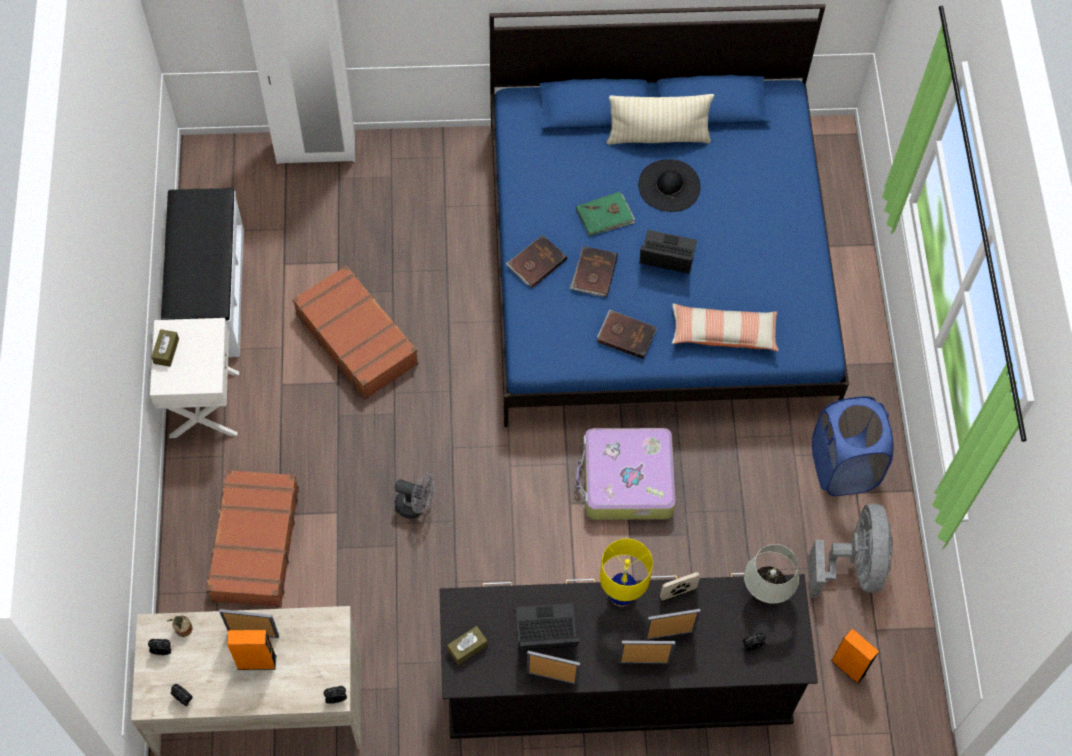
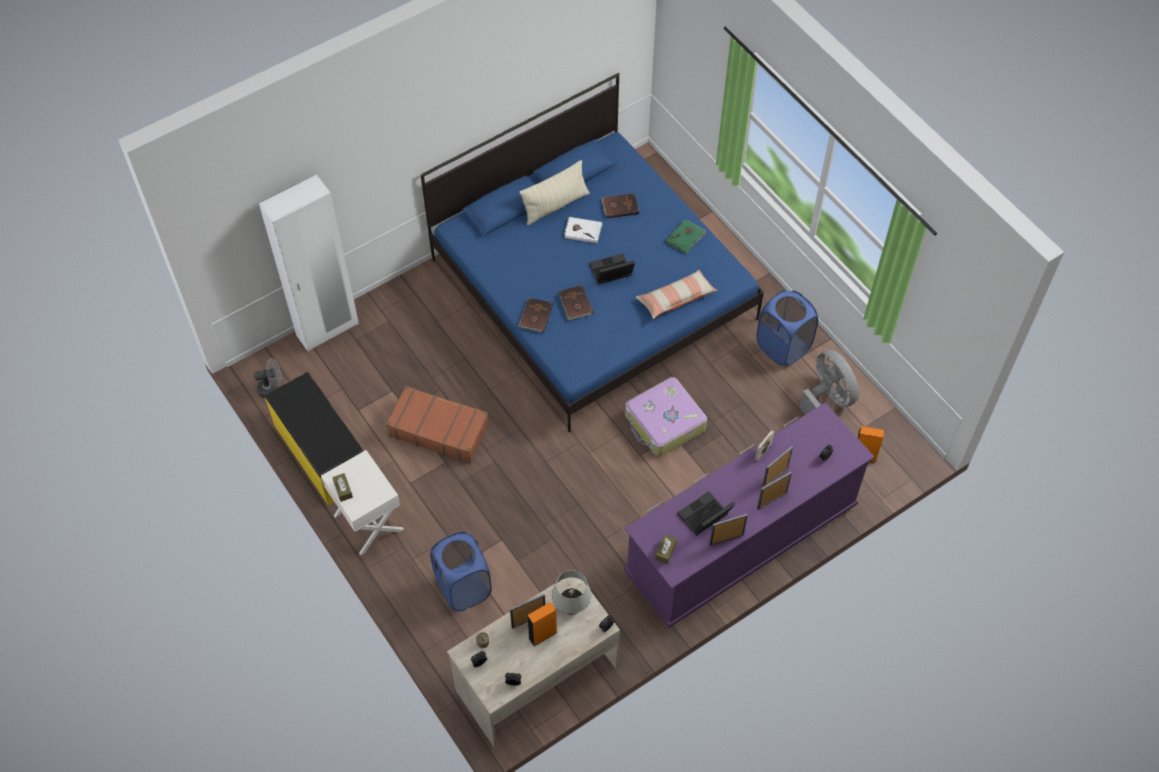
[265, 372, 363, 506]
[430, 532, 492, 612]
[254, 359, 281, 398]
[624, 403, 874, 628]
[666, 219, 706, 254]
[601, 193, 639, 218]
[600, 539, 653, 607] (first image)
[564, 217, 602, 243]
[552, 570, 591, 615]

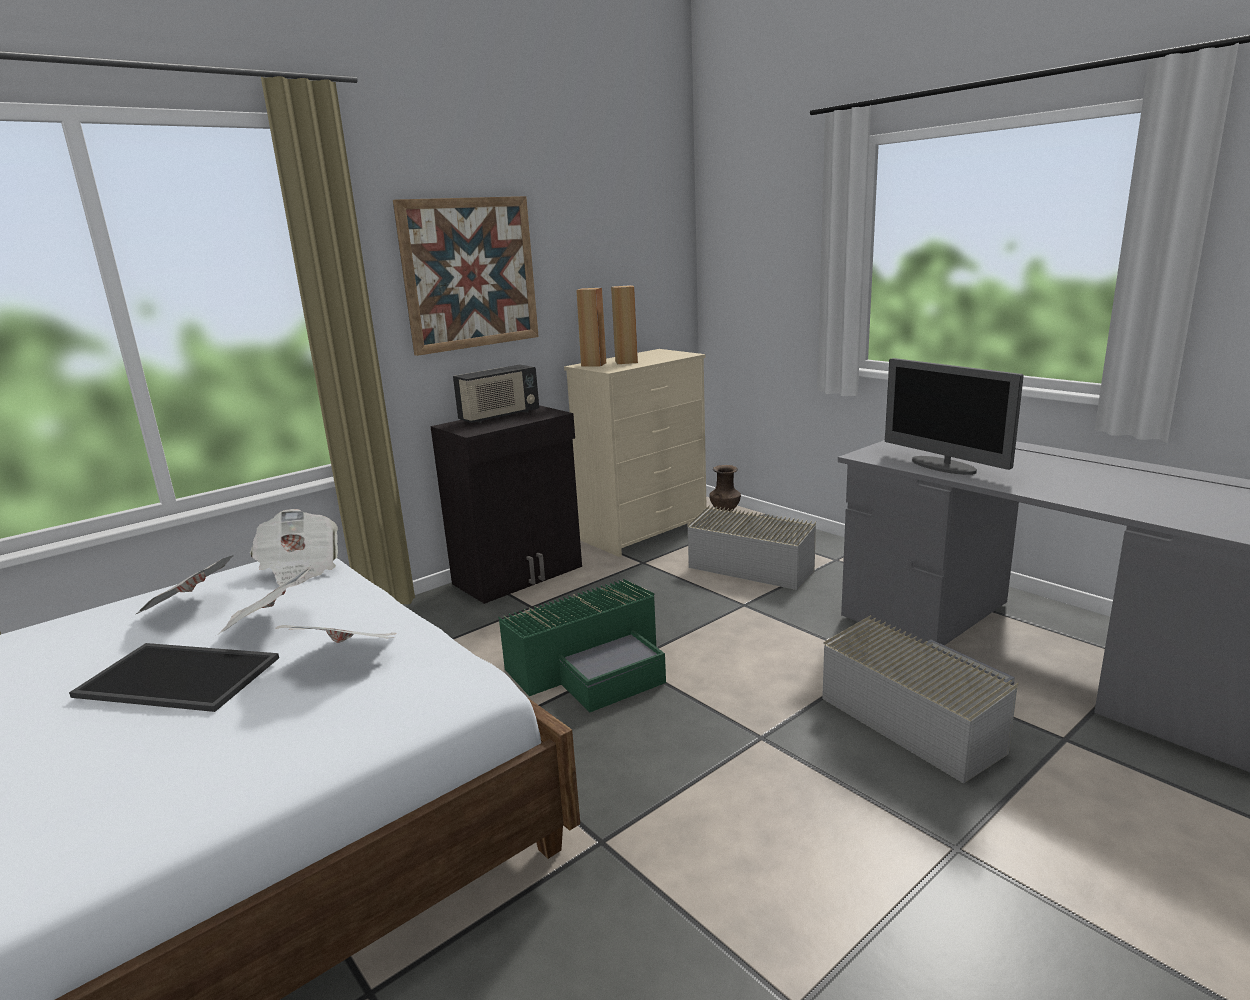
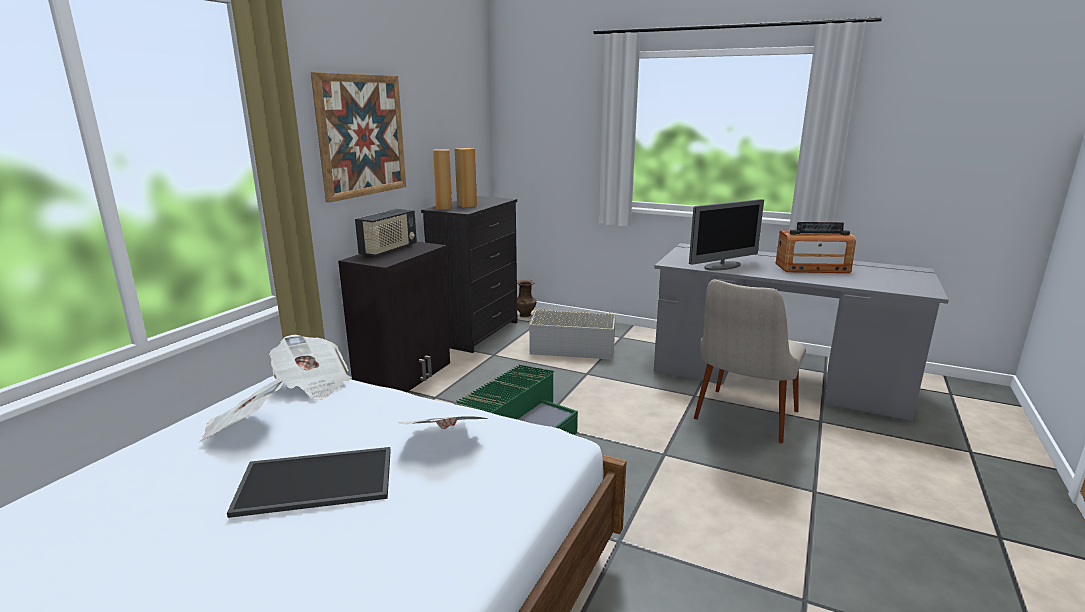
[217, 565, 311, 635] (first image)
[421, 196, 517, 353]
[694, 280, 806, 443]
[689, 199, 764, 270]
[776, 222, 856, 273]

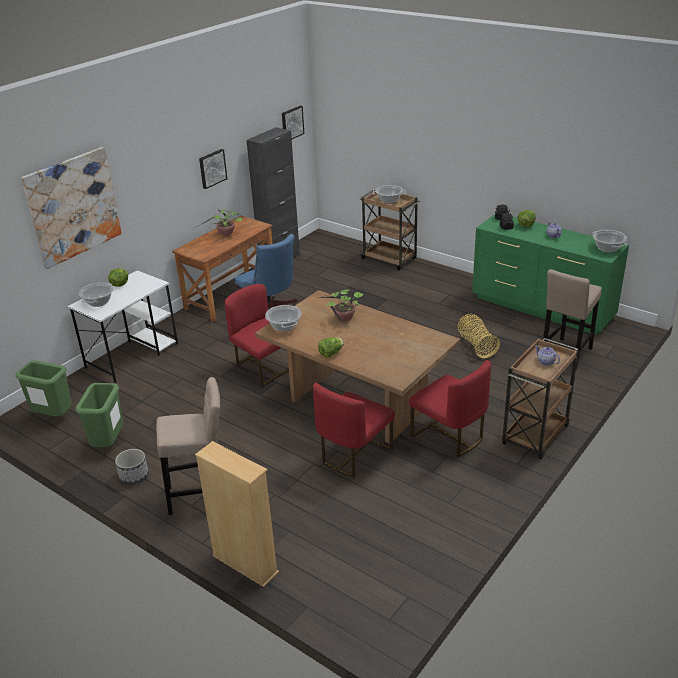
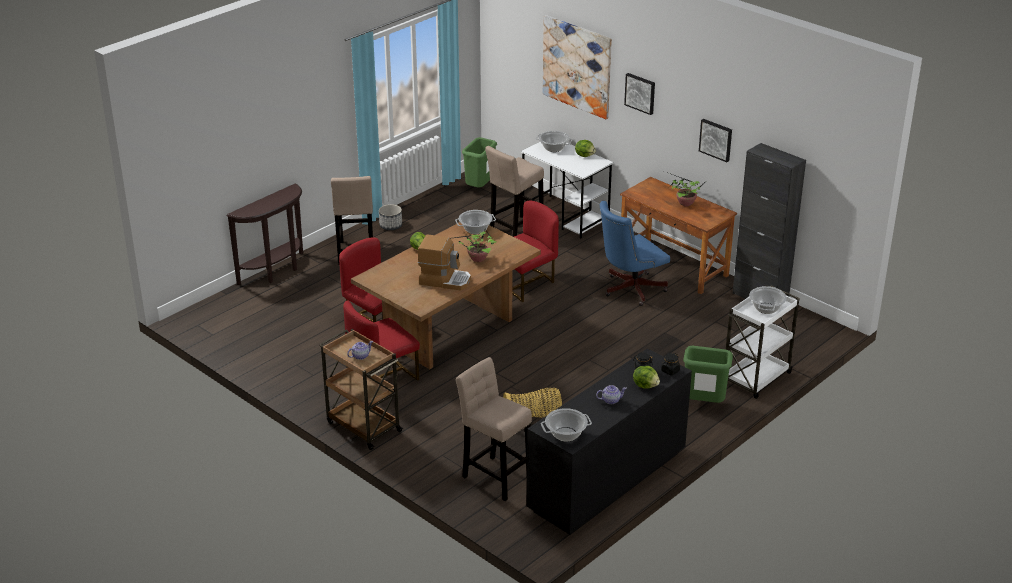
[683, 346, 733, 403]
[227, 183, 303, 285]
[624, 73, 655, 115]
[726, 285, 800, 399]
[527, 349, 692, 535]
[418, 235, 471, 291]
[485, 146, 544, 237]

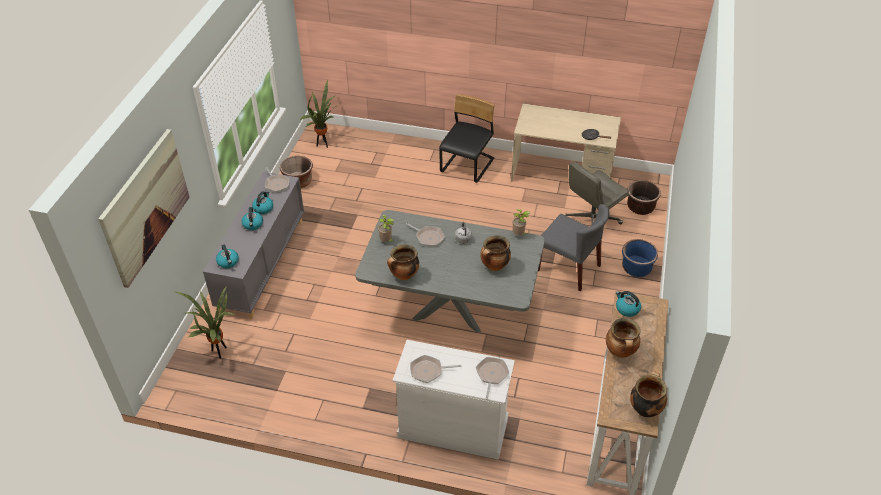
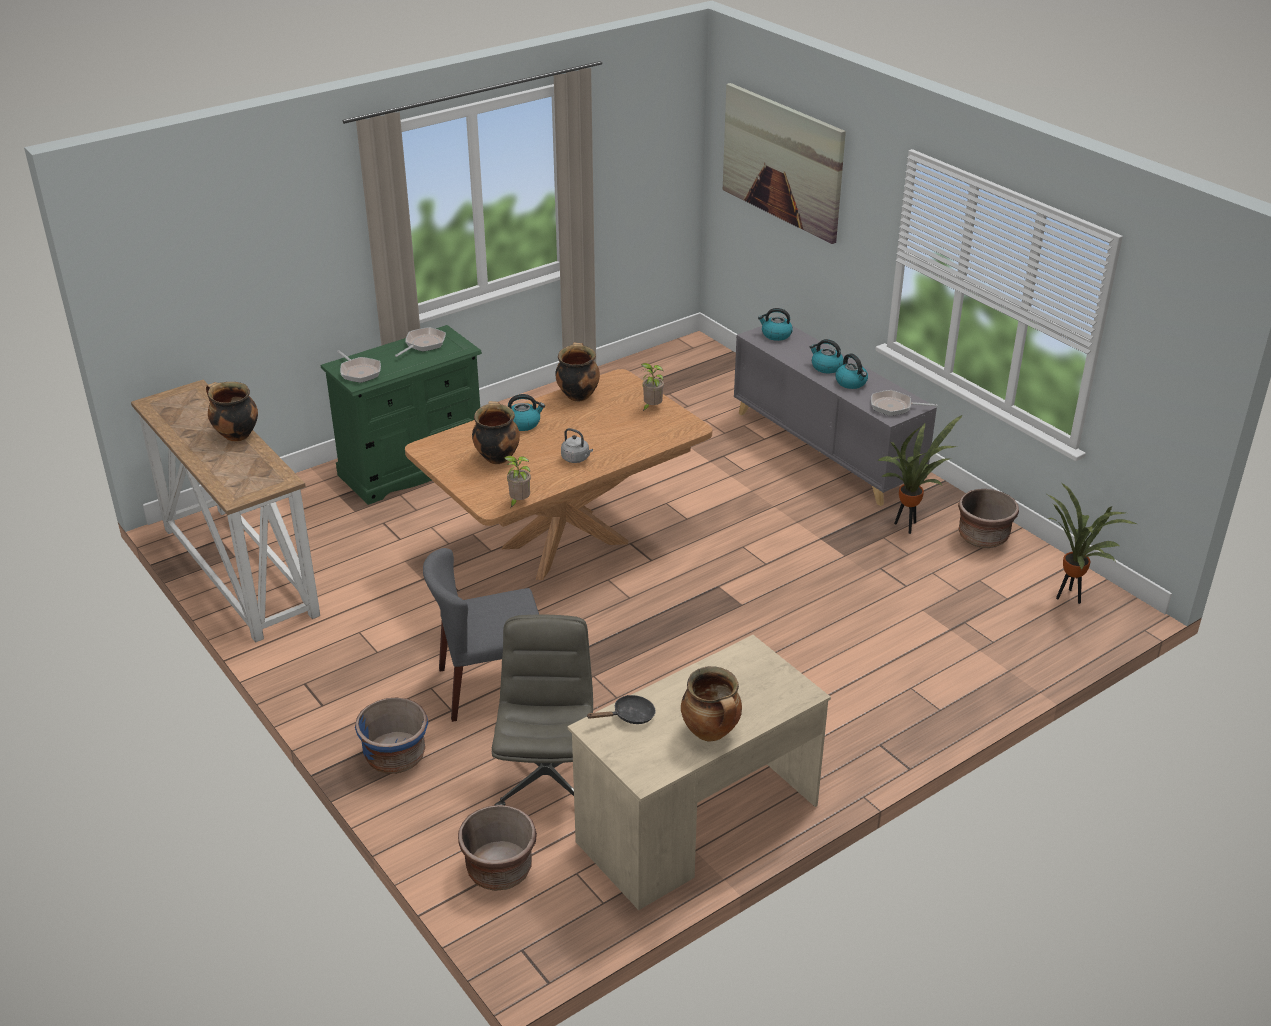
[877, 415, 962, 534]
[405, 369, 712, 580]
[321, 325, 482, 505]
[406, 223, 445, 247] (first image)
[439, 94, 495, 183] (first image)
[508, 394, 545, 431]
[681, 666, 742, 742]

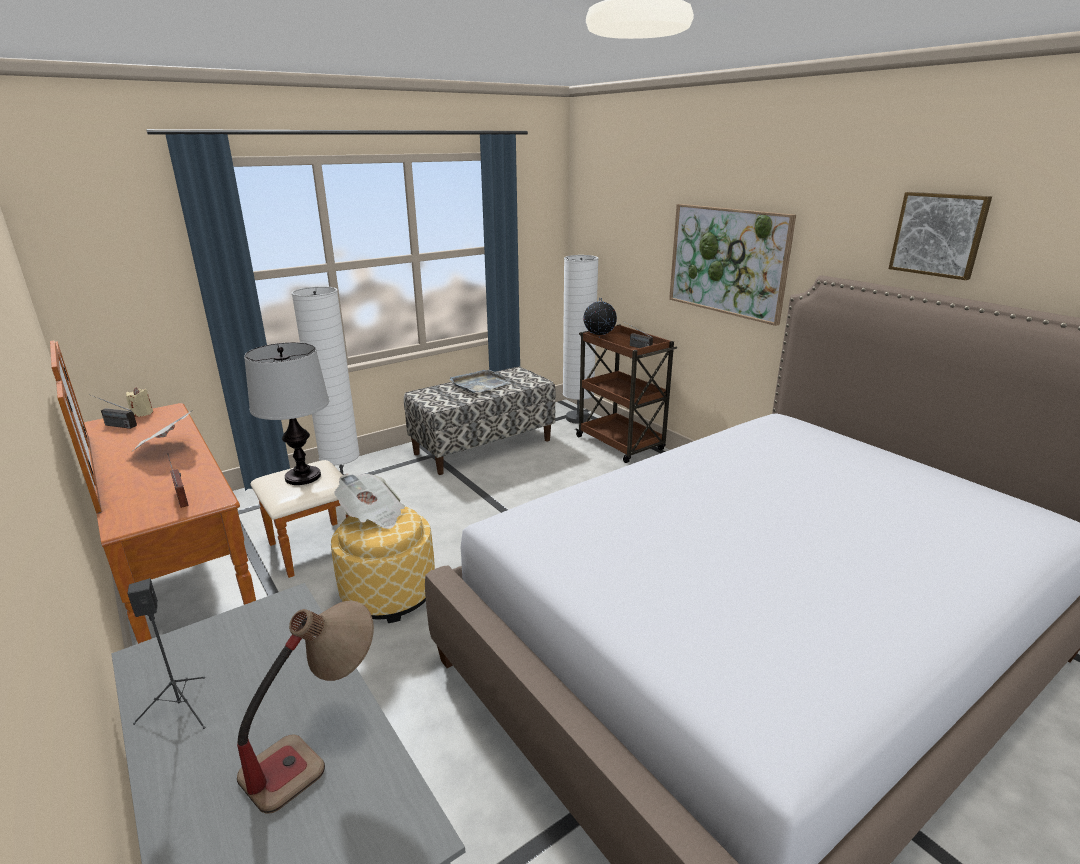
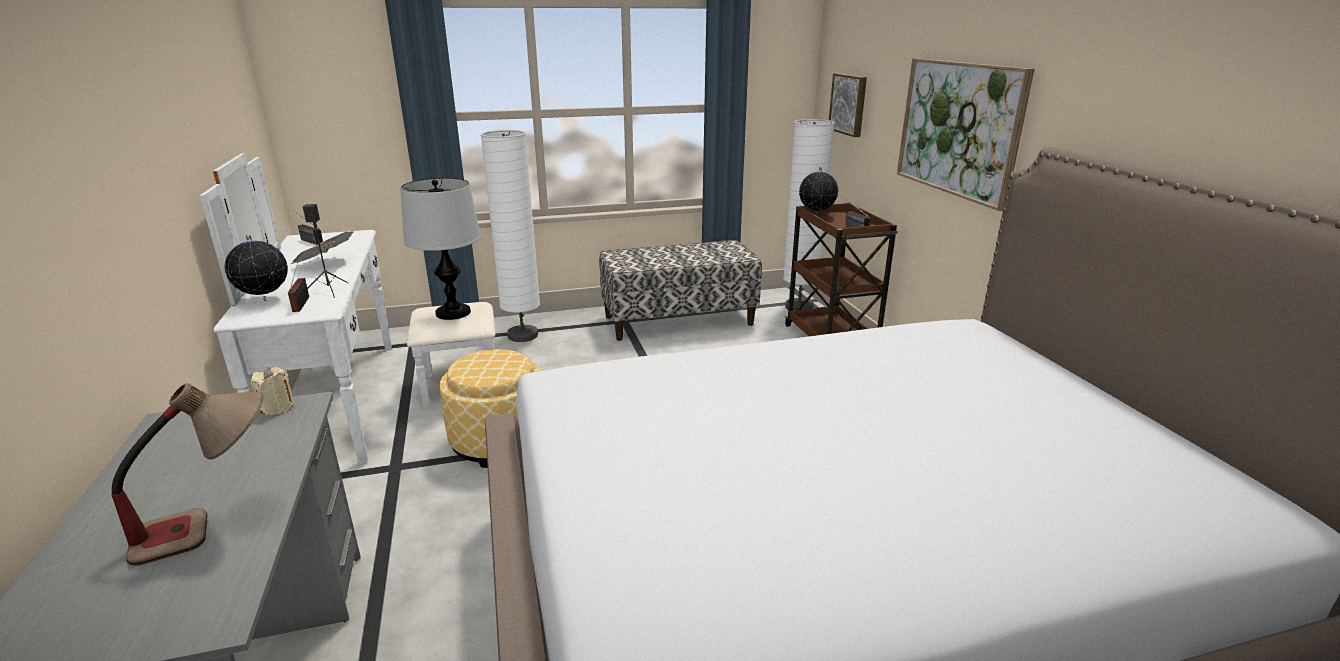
[200, 153, 495, 464]
[251, 367, 294, 415]
[303, 204, 348, 298]
[334, 474, 405, 529] (first image)
[449, 370, 510, 393] (first image)
[829, 73, 867, 137]
[225, 235, 288, 301]

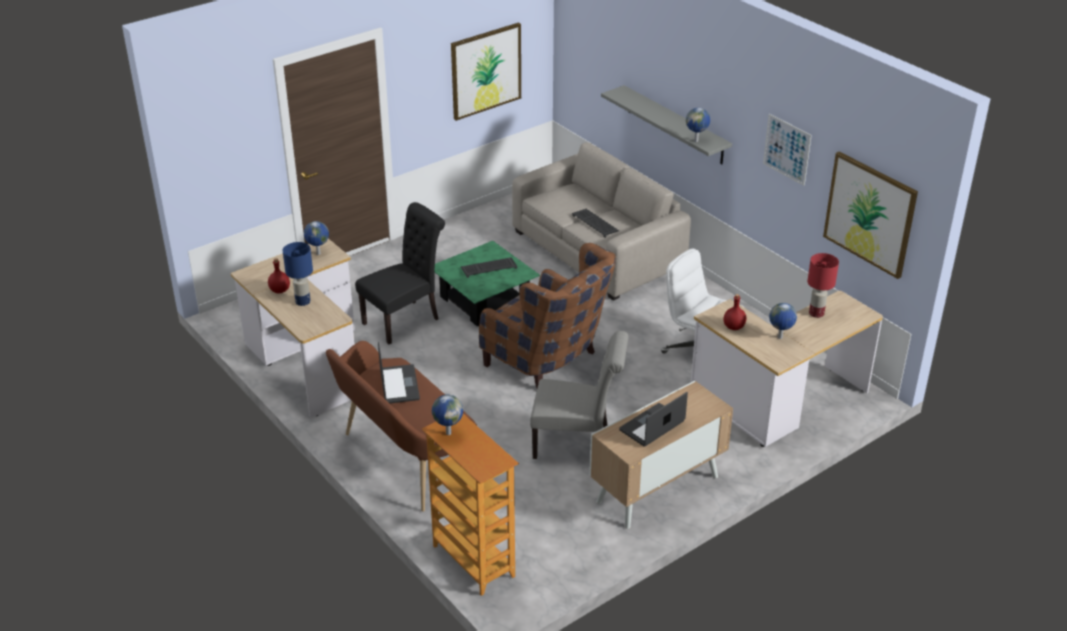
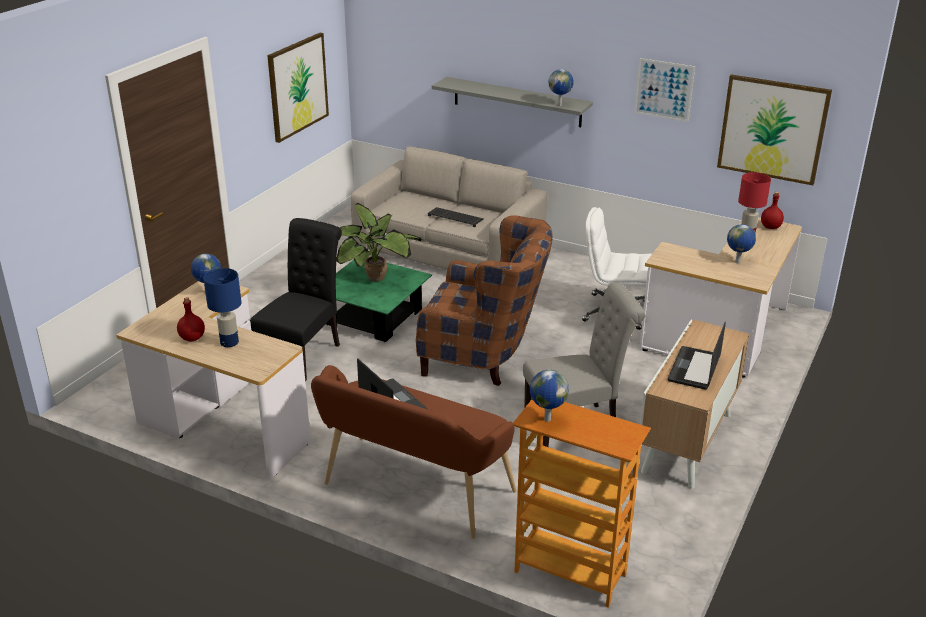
[336, 203, 421, 282]
[761, 192, 784, 229]

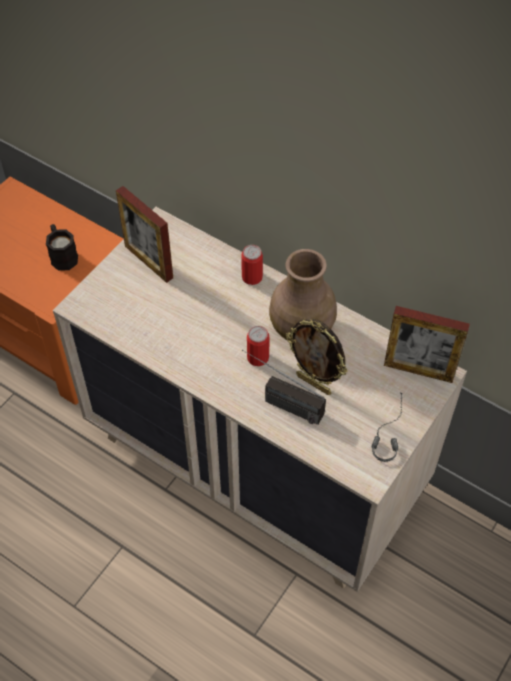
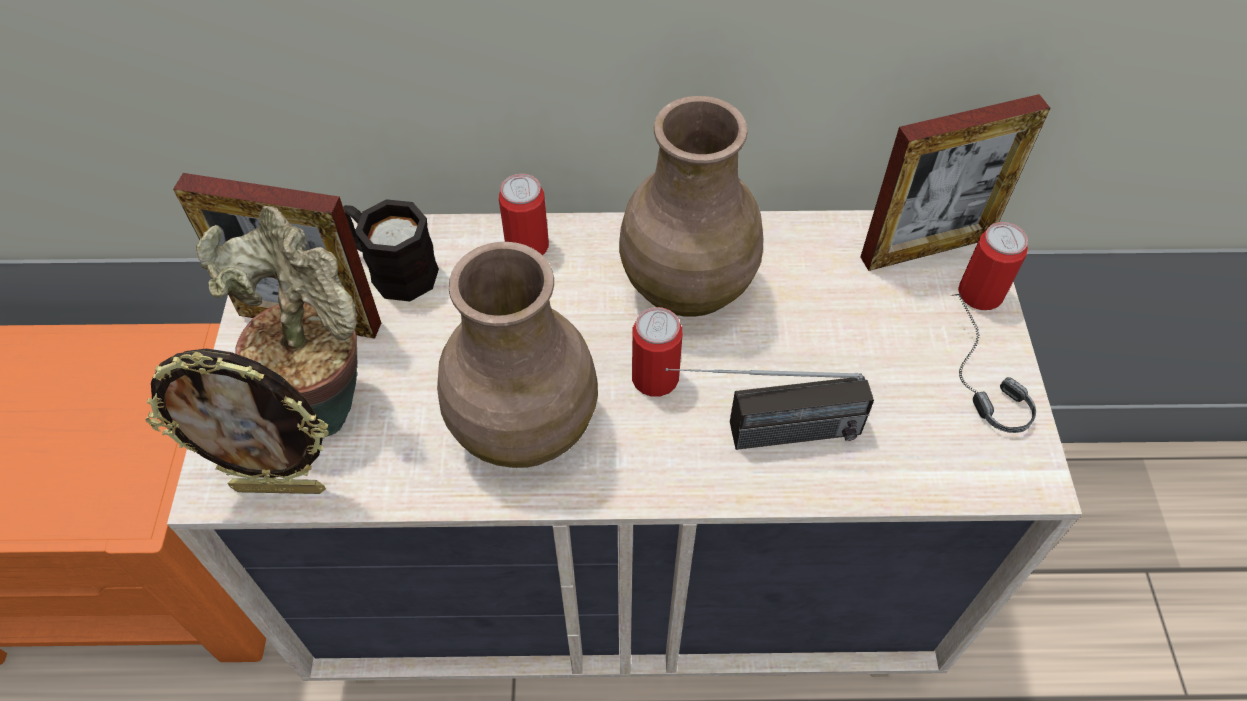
[343, 199, 439, 301]
[146, 349, 329, 494]
[196, 206, 357, 437]
[437, 242, 598, 468]
[958, 222, 1028, 310]

